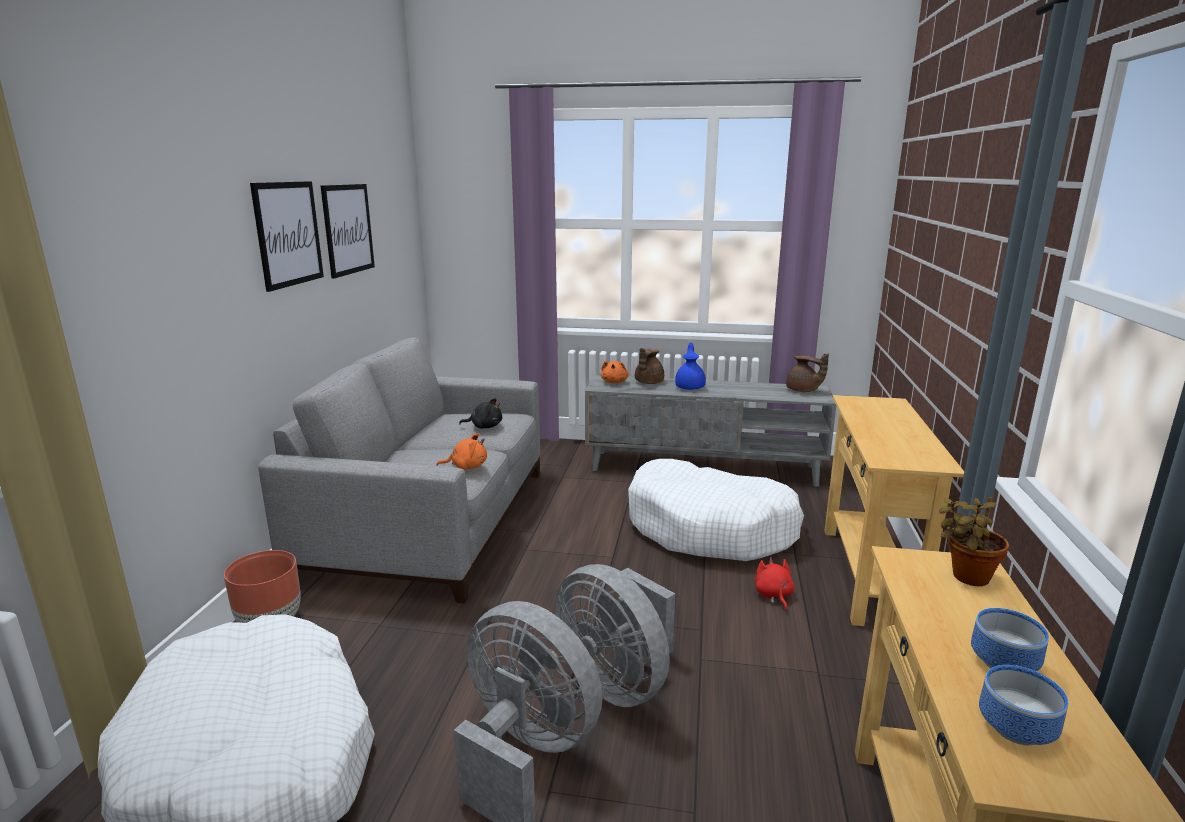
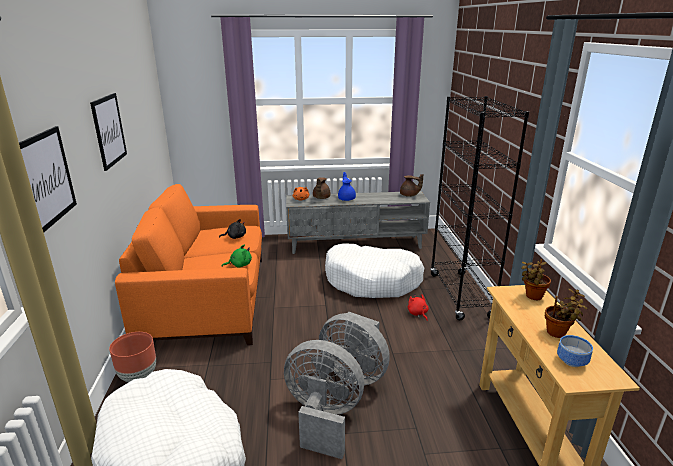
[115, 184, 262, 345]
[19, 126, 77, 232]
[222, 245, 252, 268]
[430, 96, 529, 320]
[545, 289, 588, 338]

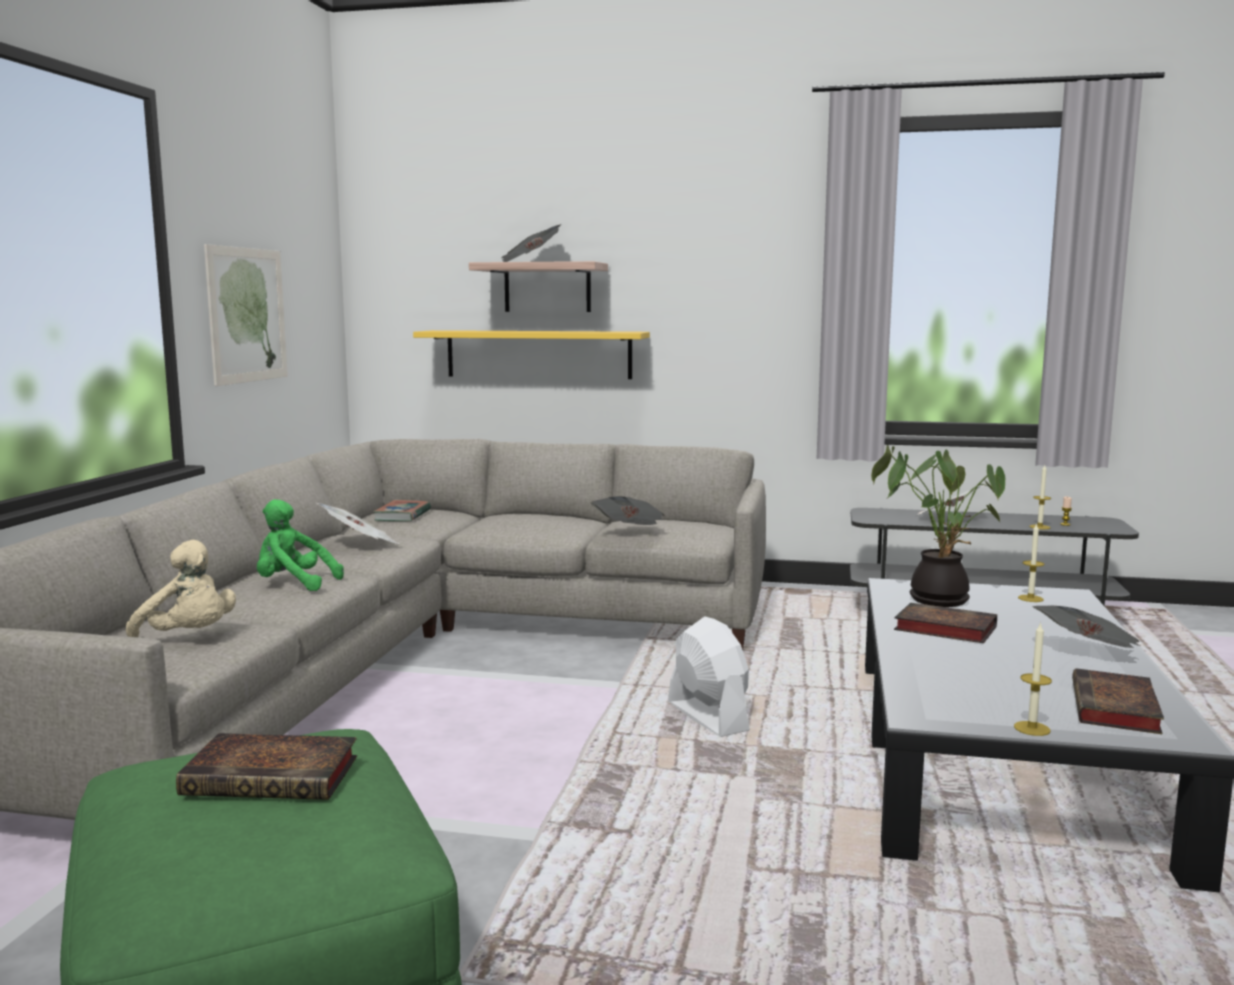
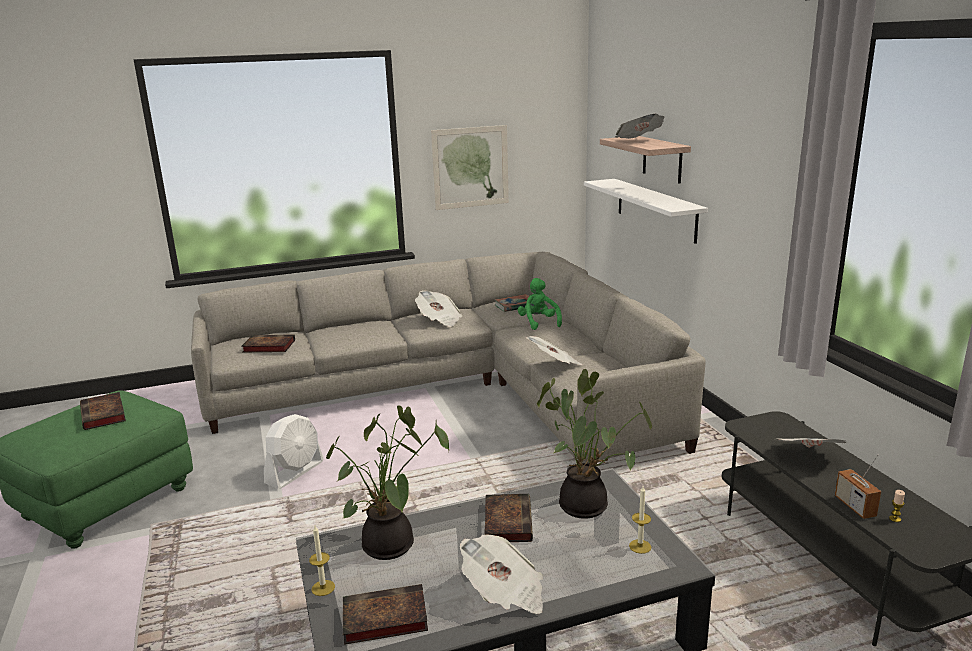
[241, 334, 295, 352]
[518, 278, 562, 330]
[584, 179, 708, 244]
[264, 414, 324, 489]
[835, 455, 881, 519]
[326, 406, 449, 560]

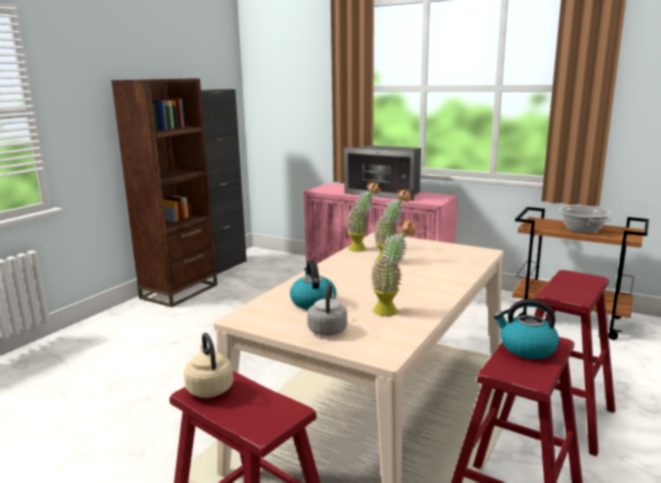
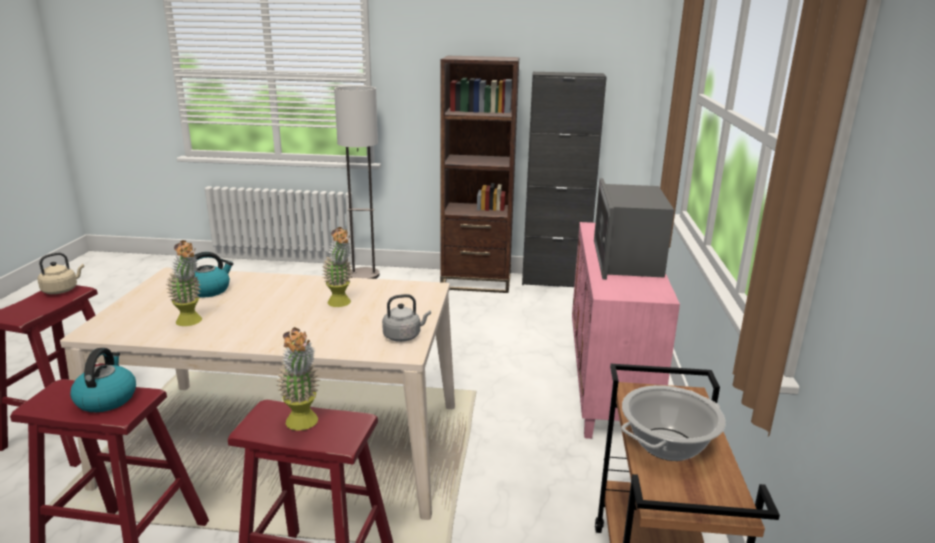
[382, 294, 431, 342]
[276, 327, 320, 431]
[334, 86, 379, 279]

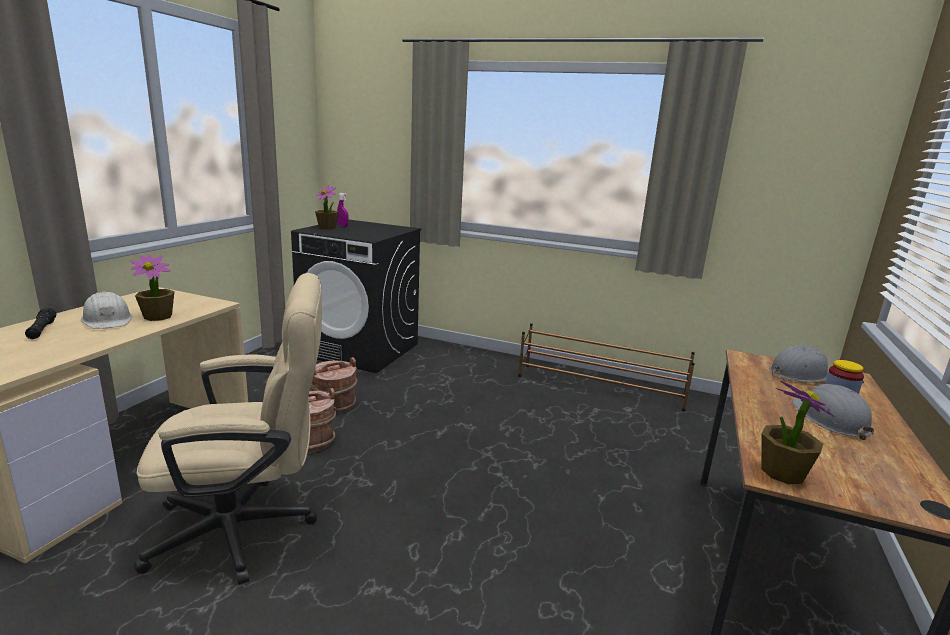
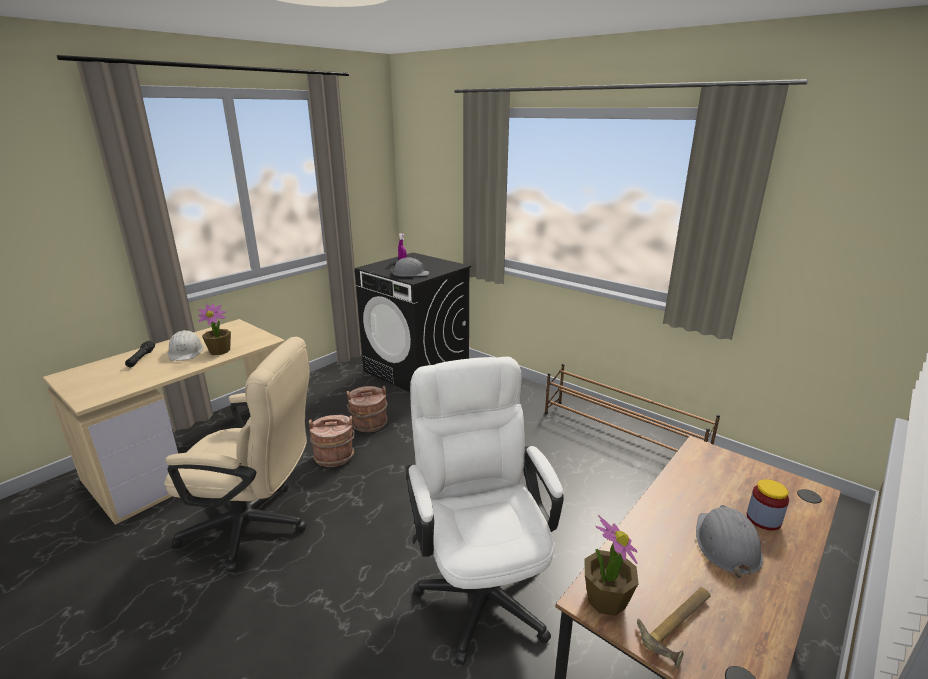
[315, 186, 339, 230] (first image)
[390, 258, 429, 277]
[406, 357, 564, 666]
[637, 587, 711, 668]

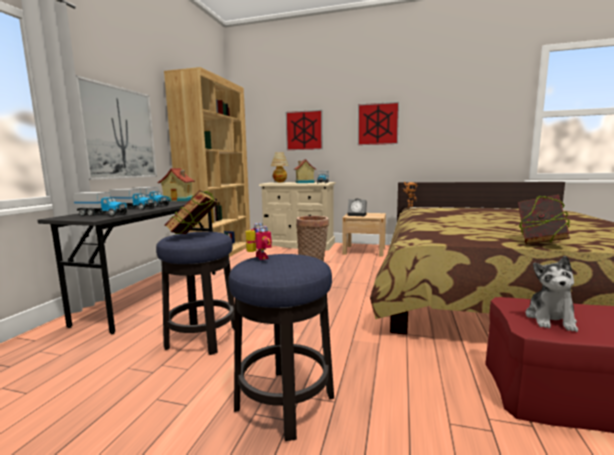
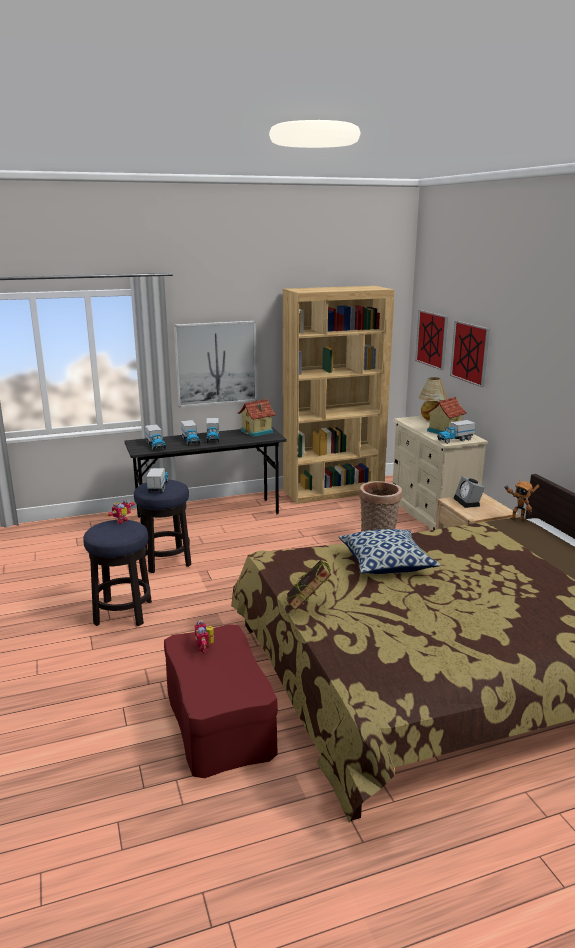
[146, 468, 168, 493]
[415, 310, 448, 370]
[195, 620, 214, 652]
[339, 529, 441, 574]

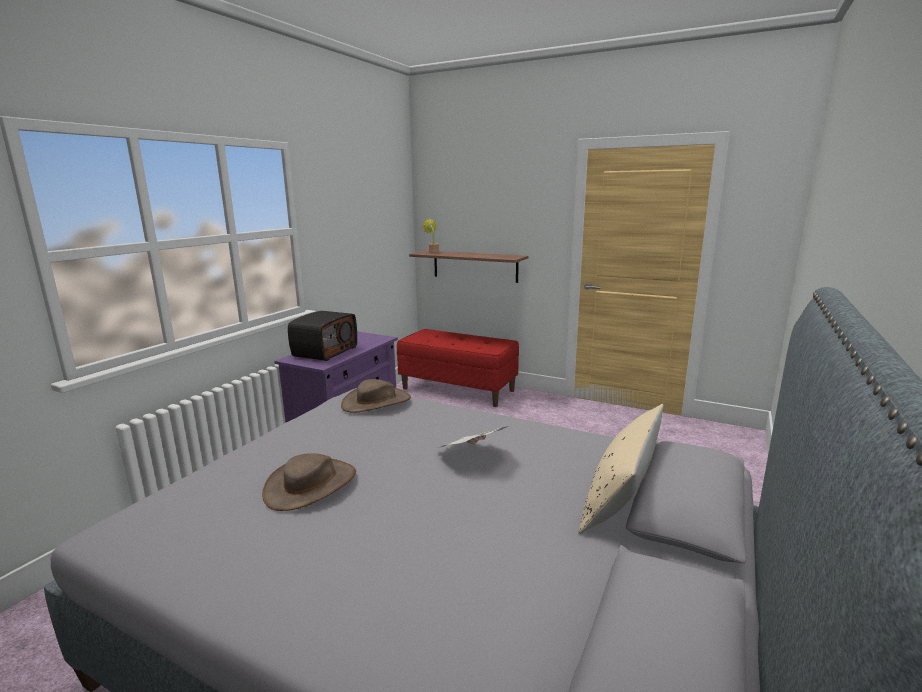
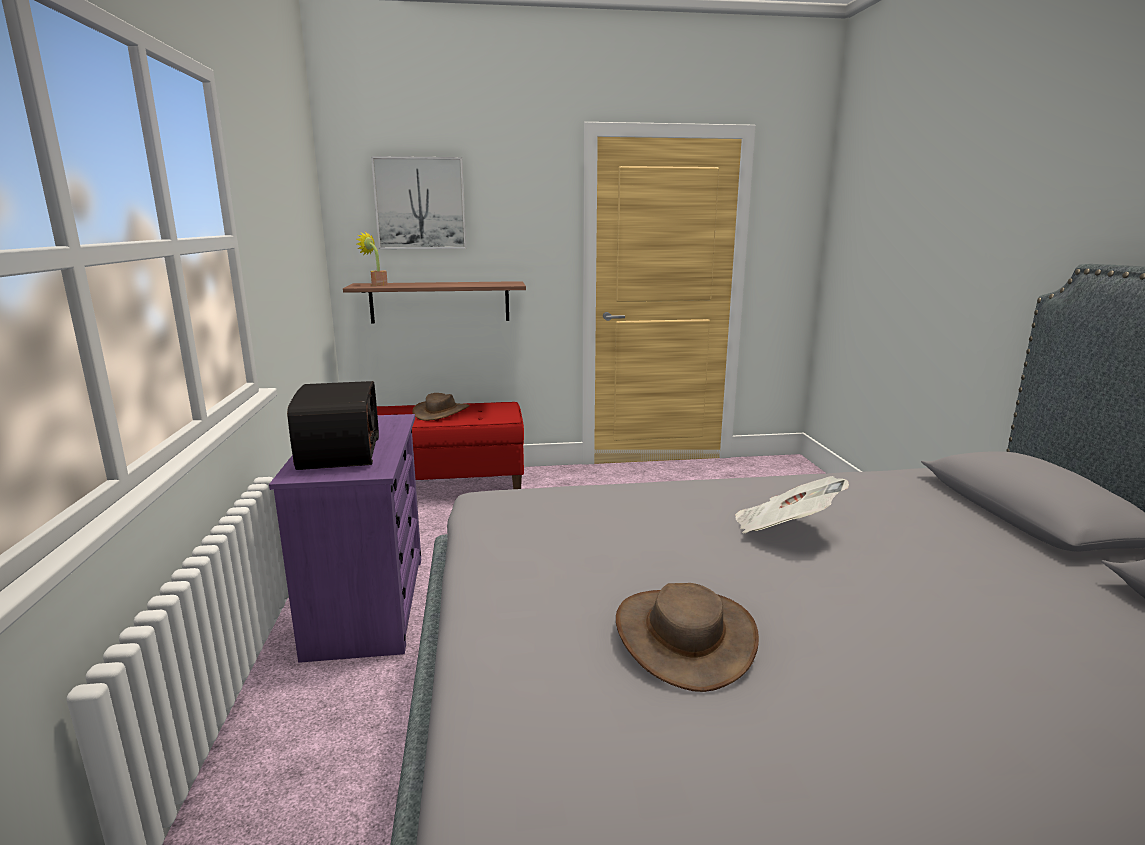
[413, 393, 470, 421]
[579, 404, 664, 534] (first image)
[371, 156, 466, 249]

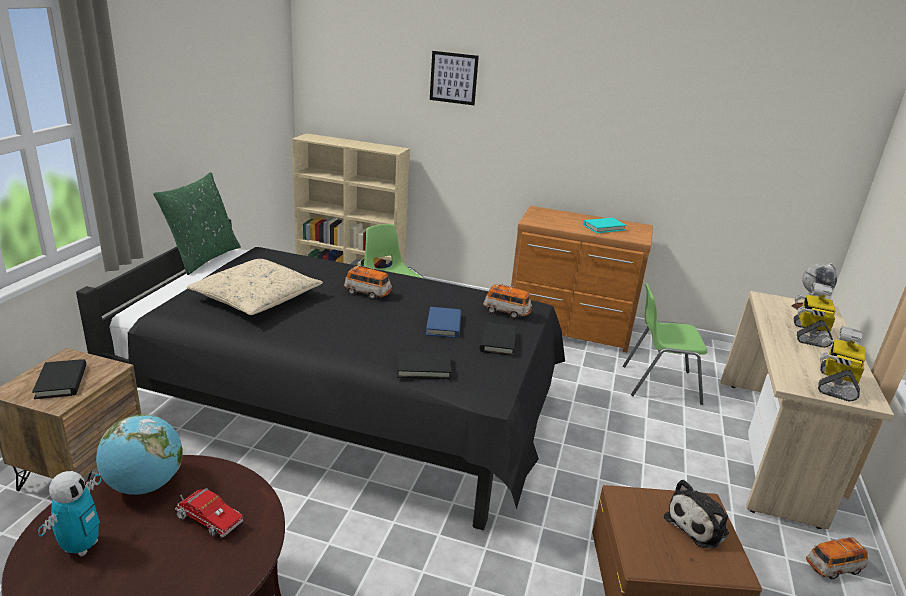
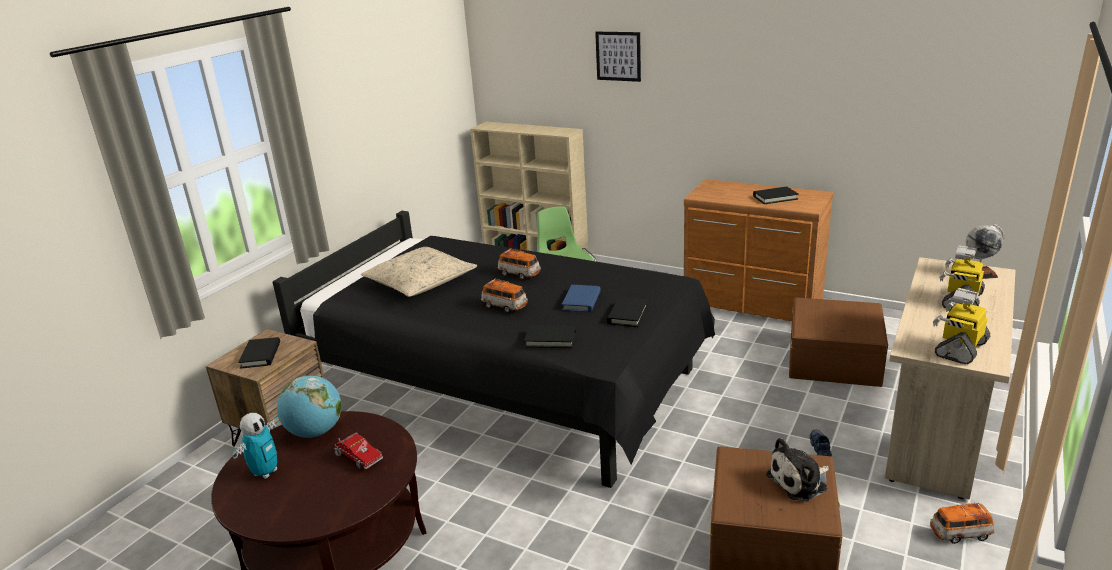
[153, 172, 241, 275] (first image)
[481, 278, 528, 313]
[753, 187, 799, 204]
[789, 297, 888, 387]
[810, 429, 832, 457]

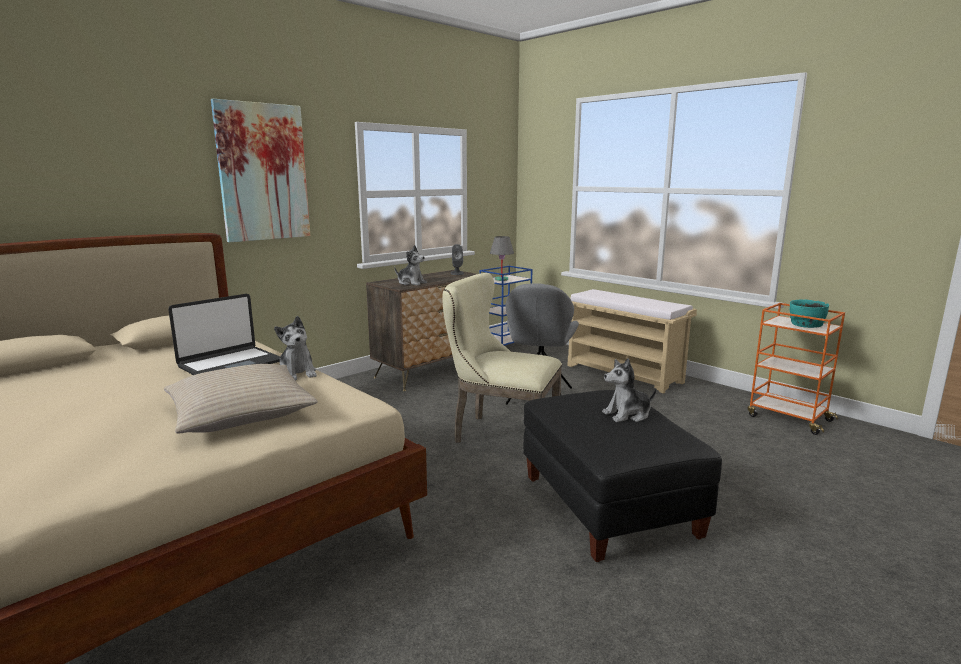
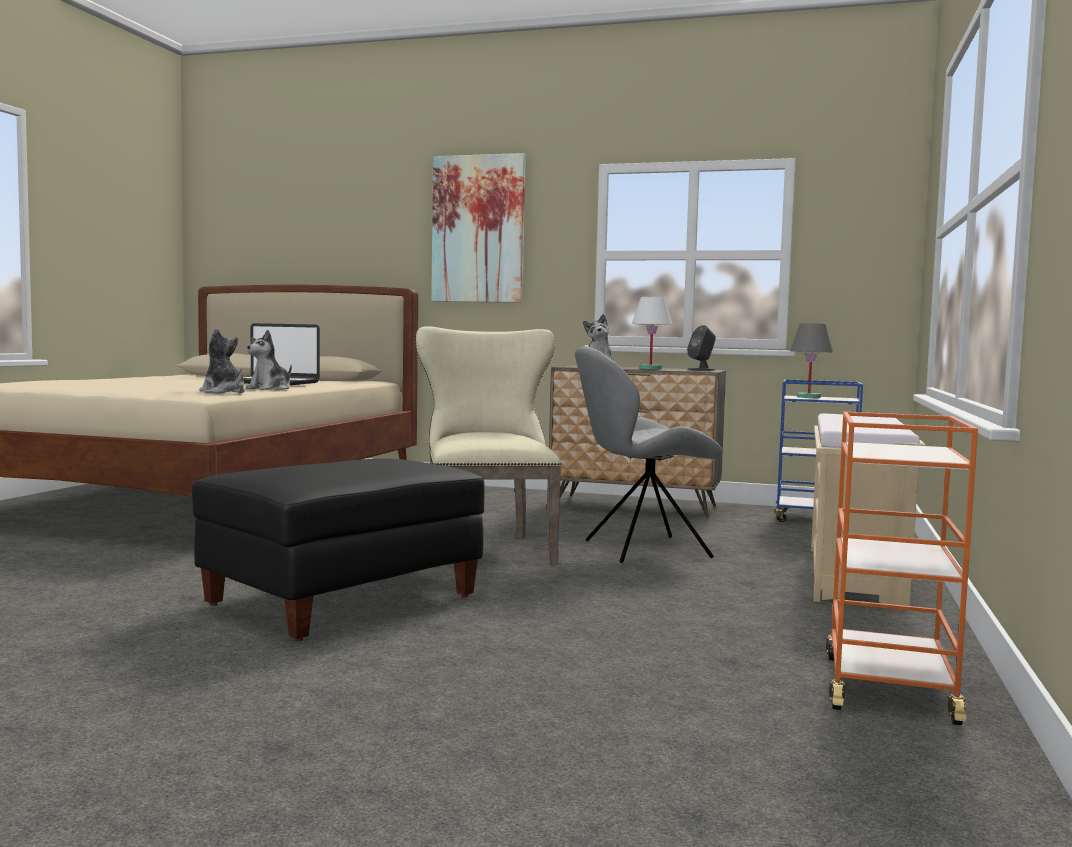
[164, 364, 318, 433] (first image)
[199, 328, 245, 394]
[790, 300, 829, 328] (first image)
[632, 297, 673, 369]

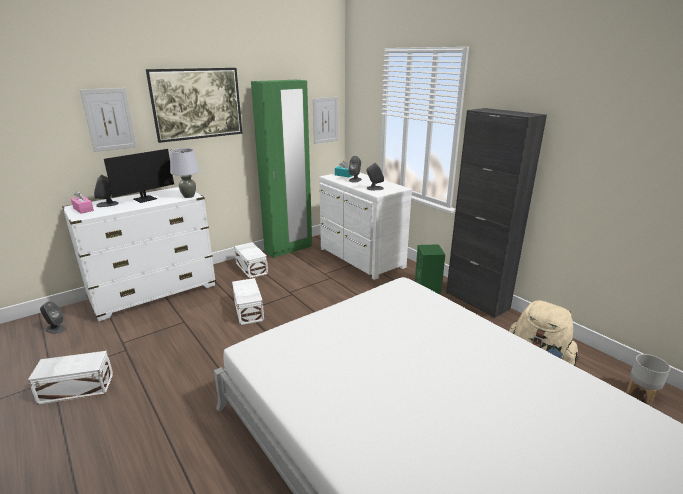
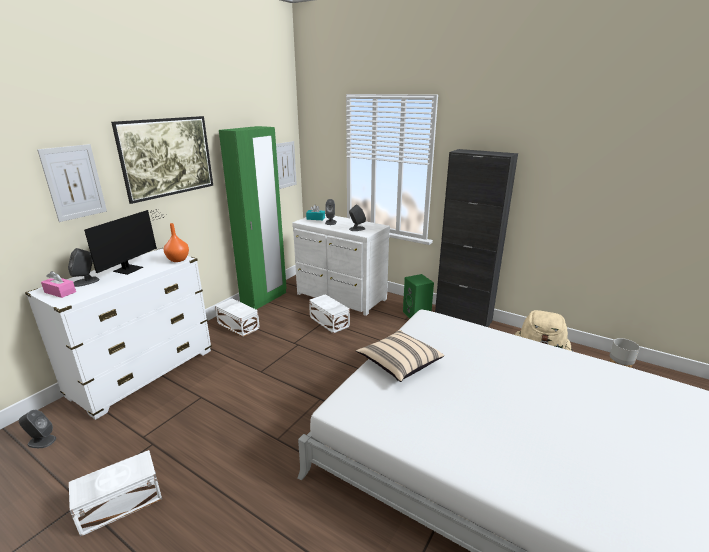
[164, 223, 189, 262]
[309, 294, 350, 334]
[356, 330, 444, 382]

